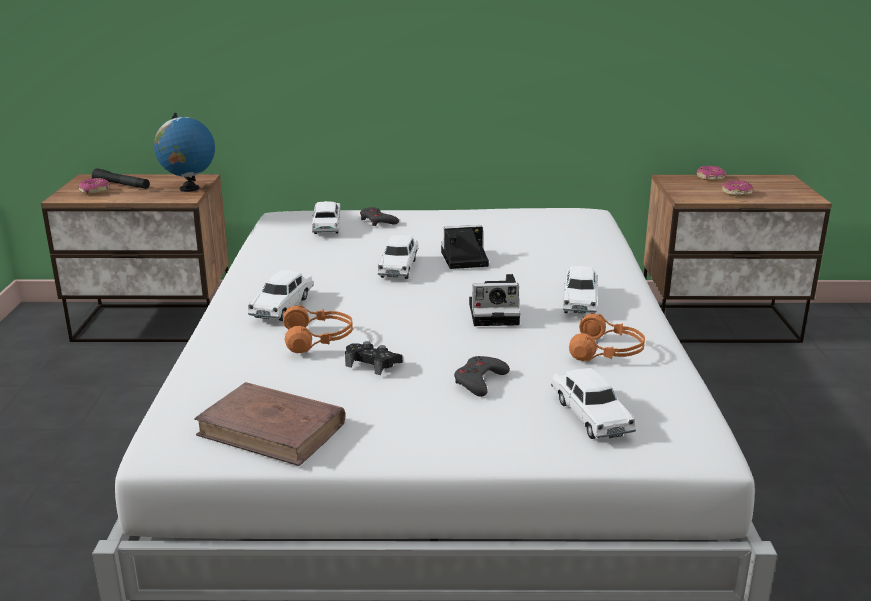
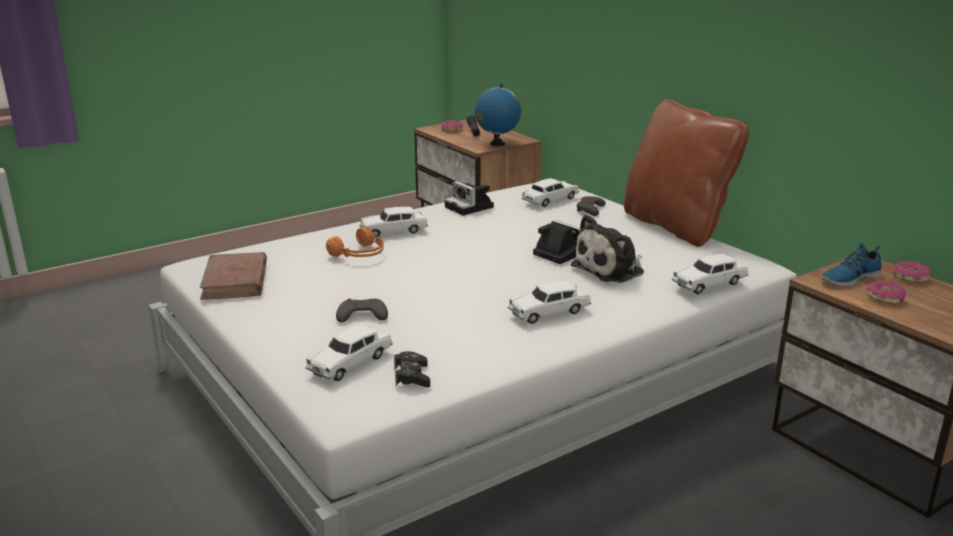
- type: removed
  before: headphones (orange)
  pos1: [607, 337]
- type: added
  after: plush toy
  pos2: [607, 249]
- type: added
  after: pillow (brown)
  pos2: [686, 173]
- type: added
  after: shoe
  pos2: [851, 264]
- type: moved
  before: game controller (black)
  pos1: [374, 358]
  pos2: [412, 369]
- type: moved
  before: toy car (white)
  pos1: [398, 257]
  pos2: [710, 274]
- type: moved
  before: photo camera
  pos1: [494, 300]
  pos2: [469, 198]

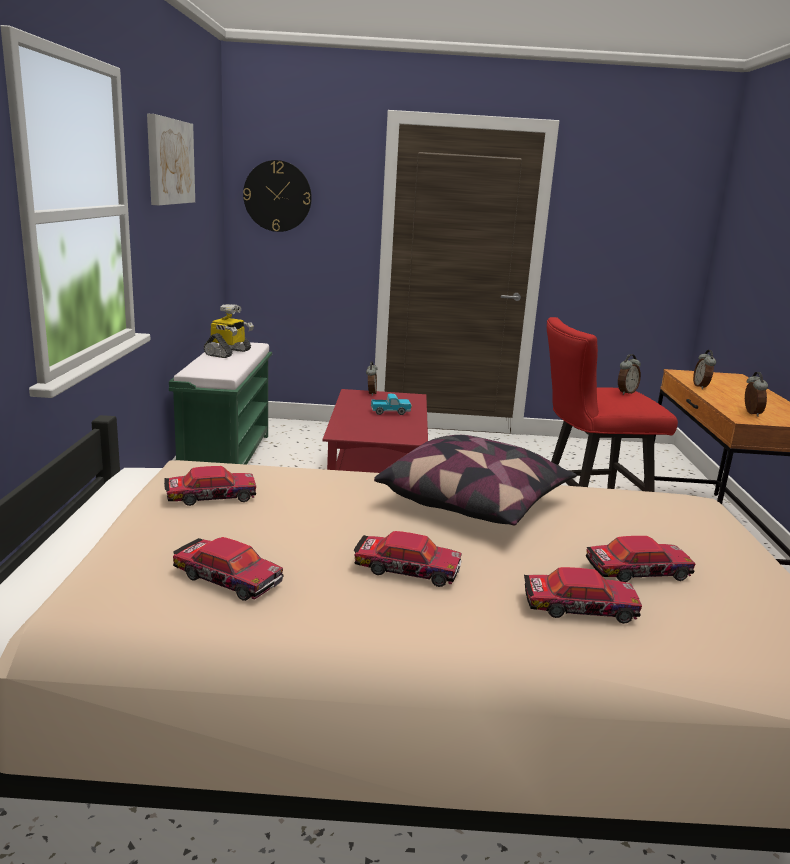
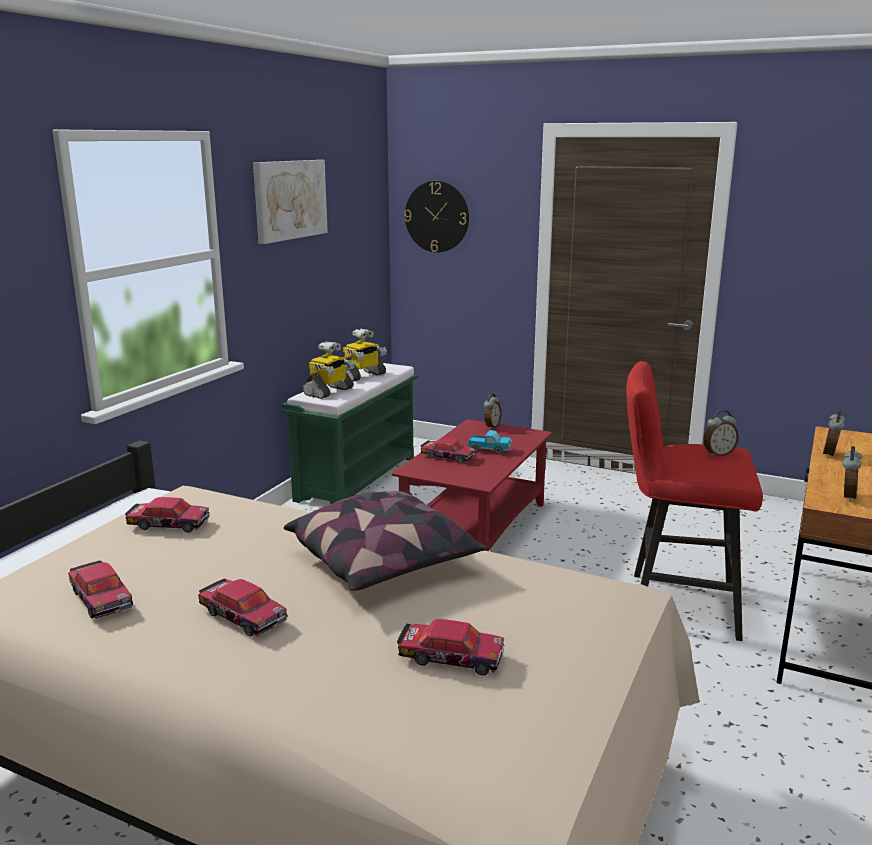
- type: added
  after: toy robot
  pos2: [328, 370]
- type: moved
  before: toy car
  pos1: [583, 595]
  pos2: [448, 451]

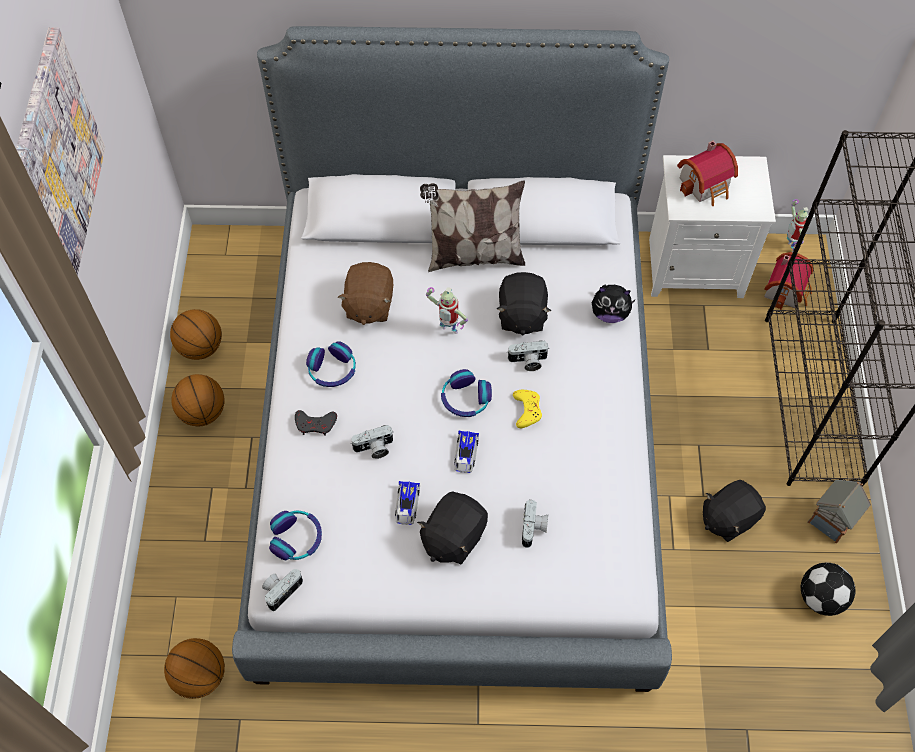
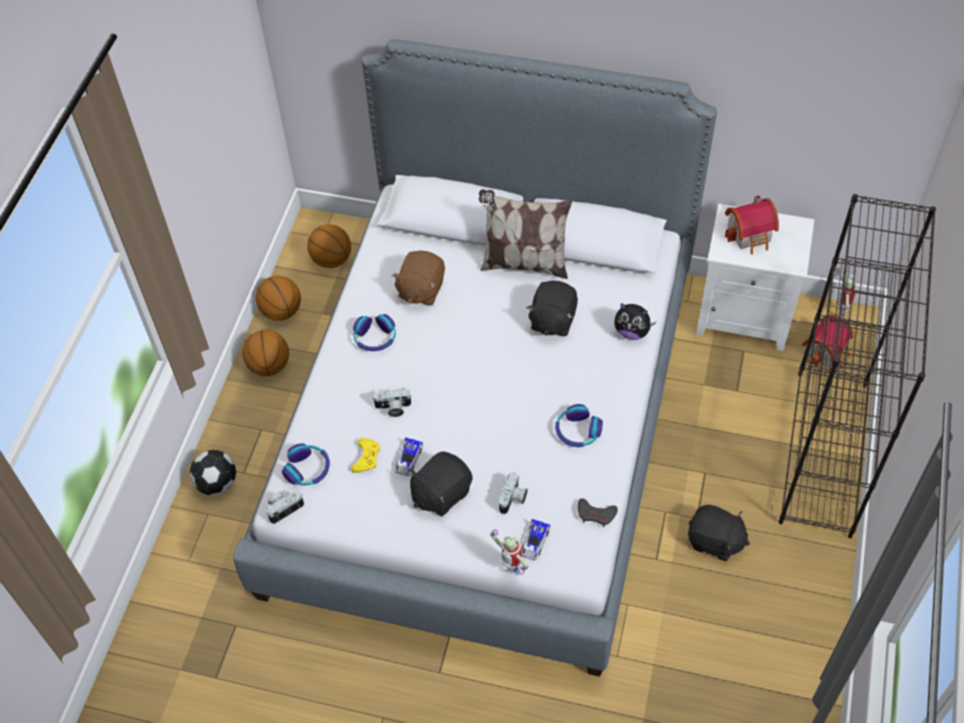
- type: removed
  before: picture
  pos1: [60, 151]
- type: removed
  before: photo camera
  pos1: [527, 355]
- type: removed
  before: toy house
  pos1: [839, 512]
- type: moved
  before: basketball
  pos1: [194, 668]
  pos2: [329, 246]
- type: moved
  before: game controller (grey)
  pos1: [316, 423]
  pos2: [598, 512]
- type: moved
  before: toy robot
  pos1: [447, 310]
  pos2: [509, 552]
- type: moved
  before: headphones
  pos1: [466, 393]
  pos2: [579, 425]
- type: moved
  before: toy car
  pos1: [466, 451]
  pos2: [536, 539]
- type: moved
  before: game controller (yellow)
  pos1: [527, 409]
  pos2: [365, 455]
- type: moved
  before: football
  pos1: [828, 589]
  pos2: [213, 472]
- type: turned
  before: plush toy (black)
  pos1: [734, 511]
  pos2: [719, 533]
  turn: -135

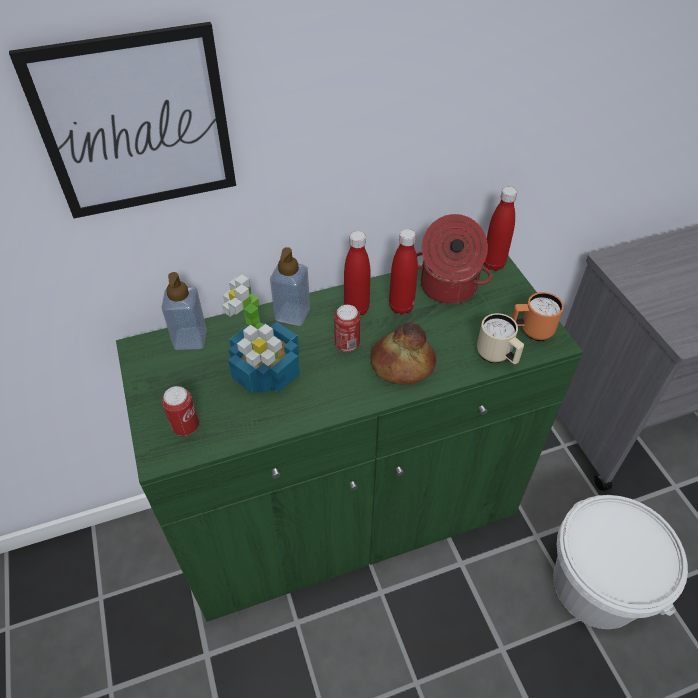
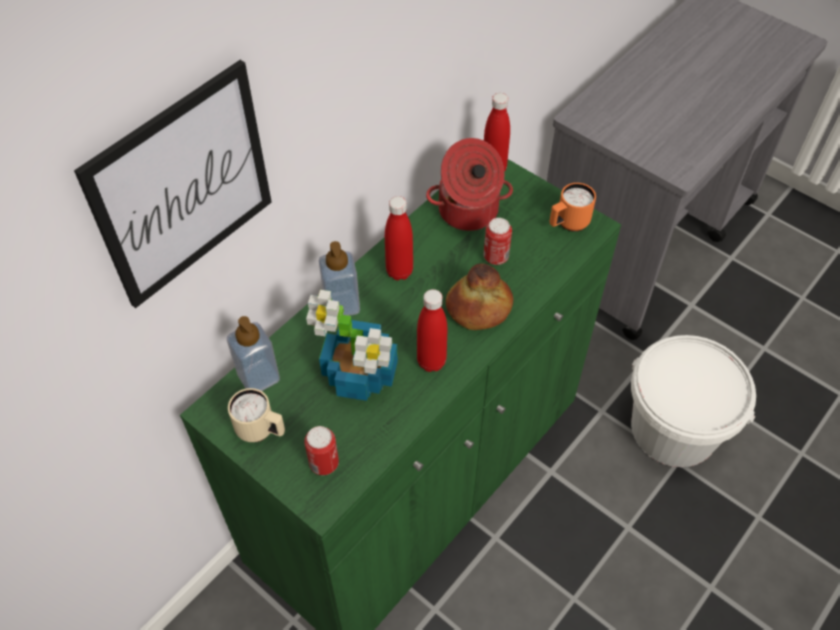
- type: moved
  before: can
  pos1: [347, 328]
  pos2: [498, 241]
- type: moved
  before: bottle (red)
  pos1: [403, 272]
  pos2: [432, 330]
- type: moved
  before: mug (beige)
  pos1: [500, 338]
  pos2: [256, 415]

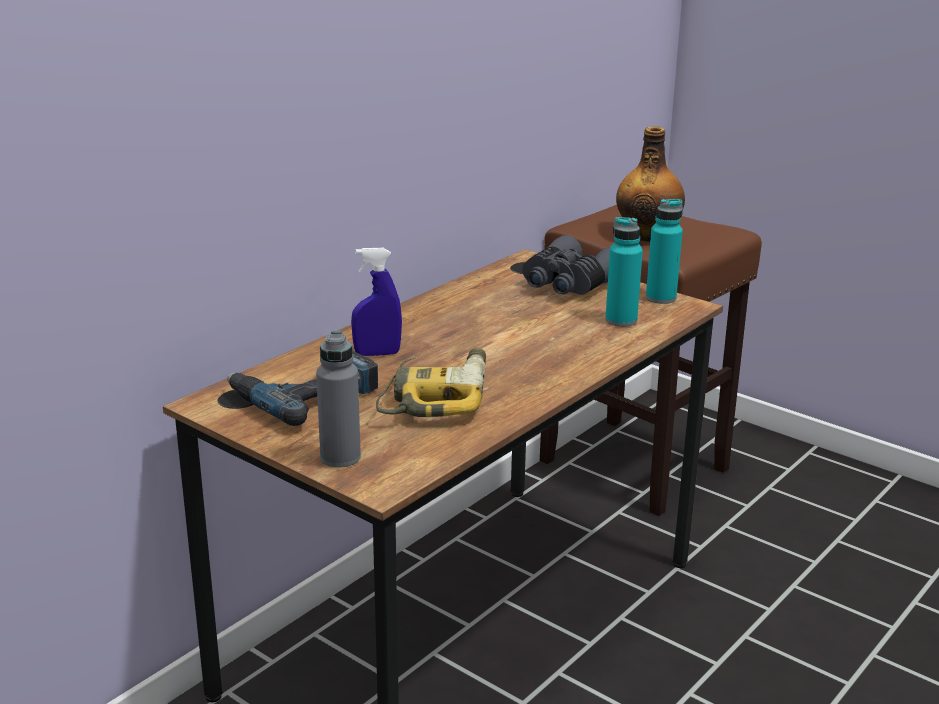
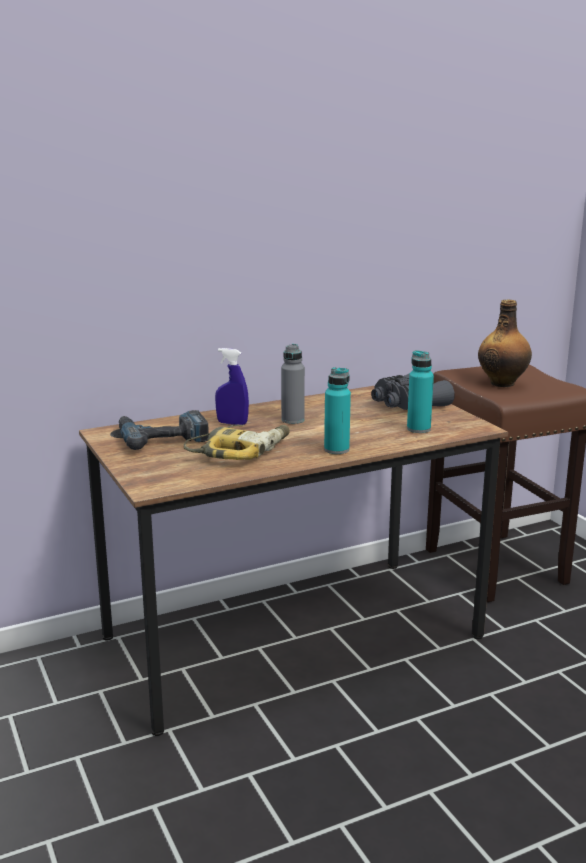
- type: moved
  before: bottle (grey)
  pos1: [338, 399]
  pos2: [293, 384]
- type: moved
  before: bottle (turquoise)
  pos1: [664, 251]
  pos2: [337, 410]

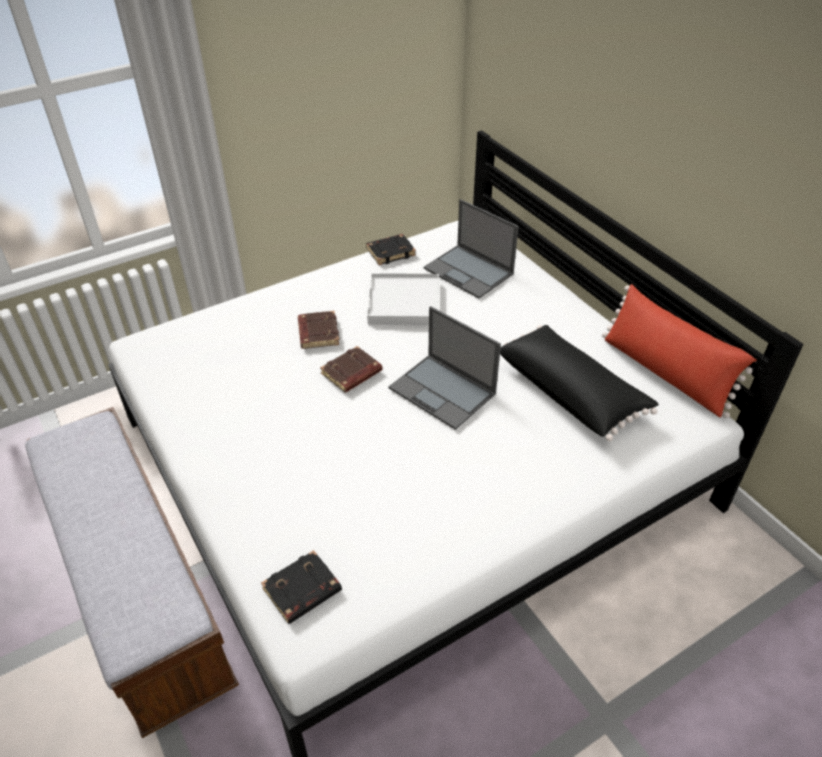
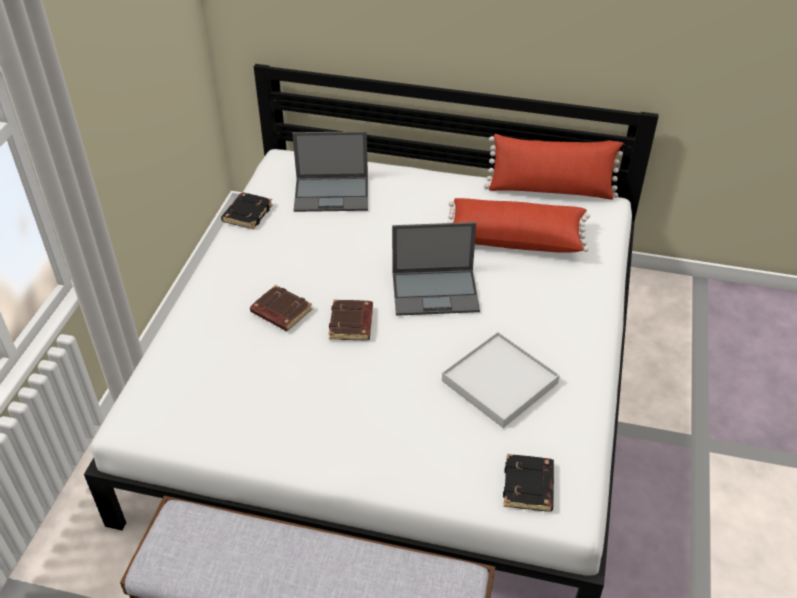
- type: moved
  before: tray (white)
  pos1: [403, 299]
  pos2: [501, 380]
- type: recoloured
  before: pillow (black)
  after: pillow (red)
  pos1: [579, 383]
  pos2: [518, 225]

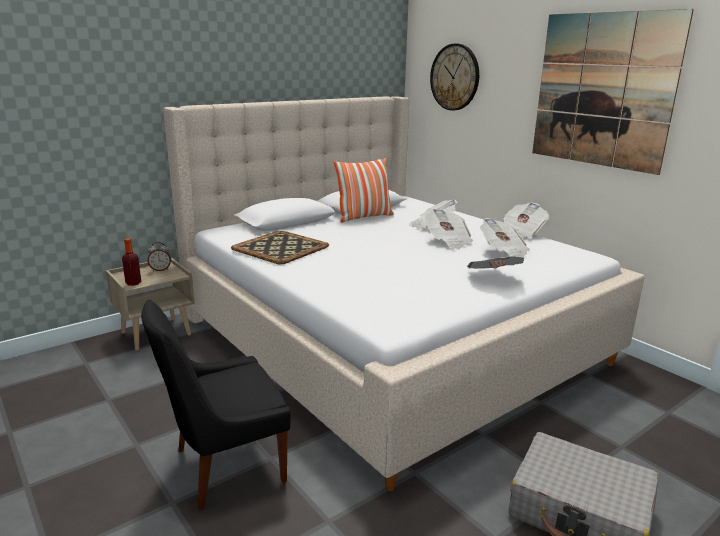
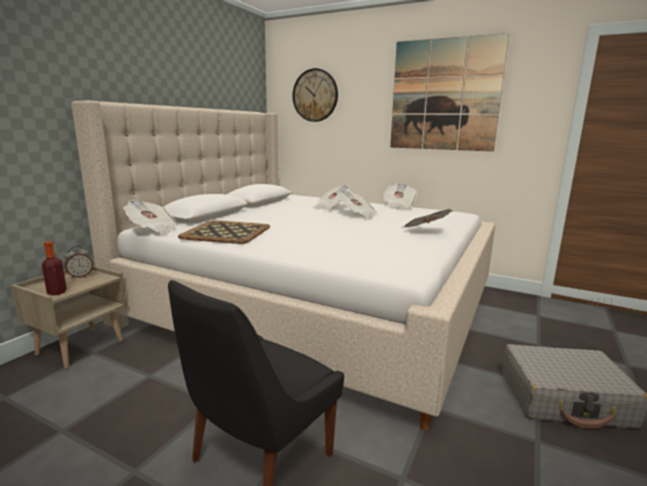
- type: removed
  before: pillow
  pos1: [364, 190]
- type: moved
  before: newspaper
  pos1: [505, 238]
  pos2: [151, 217]

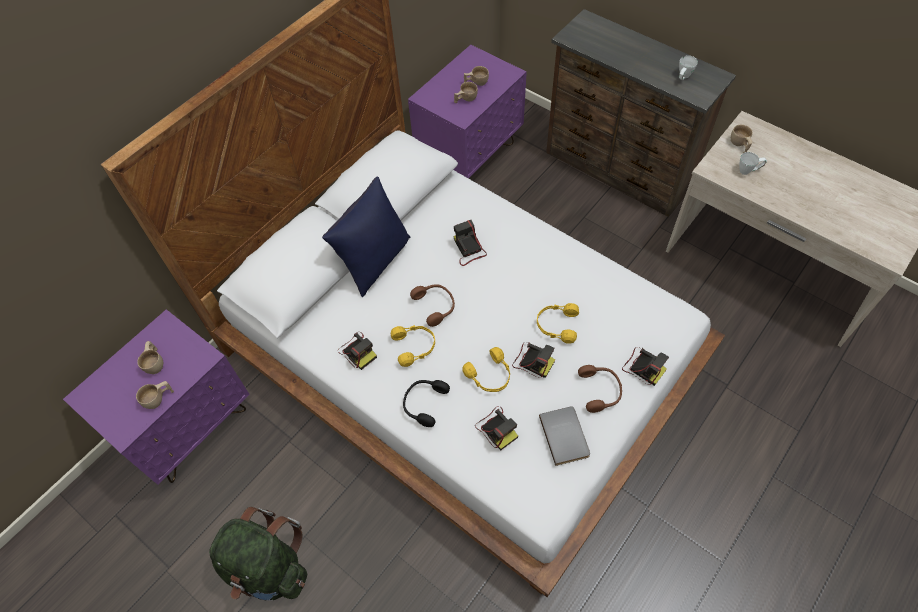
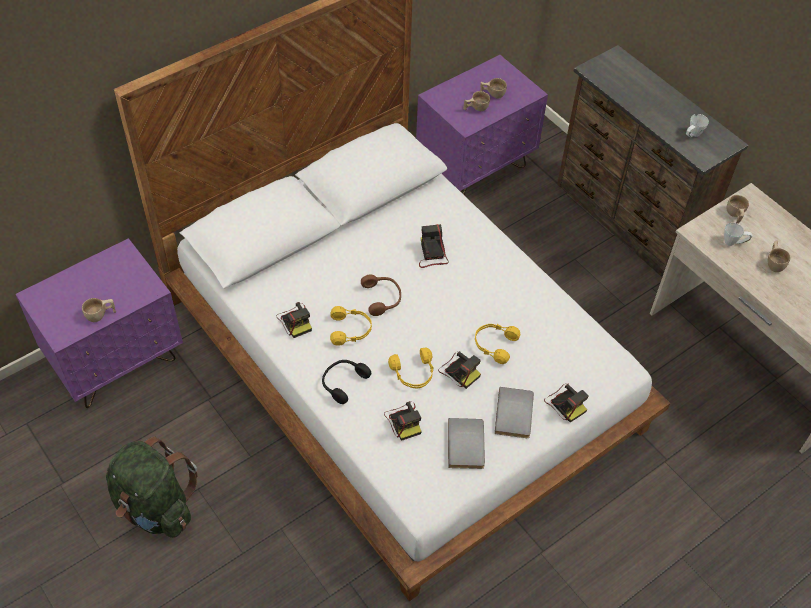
- type: removed
  before: pillow (blue)
  pos1: [366, 236]
- type: moved
  before: cup (beige)
  pos1: [150, 357]
  pos2: [779, 256]
- type: replaced
  before: headphones (brown)
  after: book (grey)
  pos1: [600, 389]
  pos2: [514, 412]

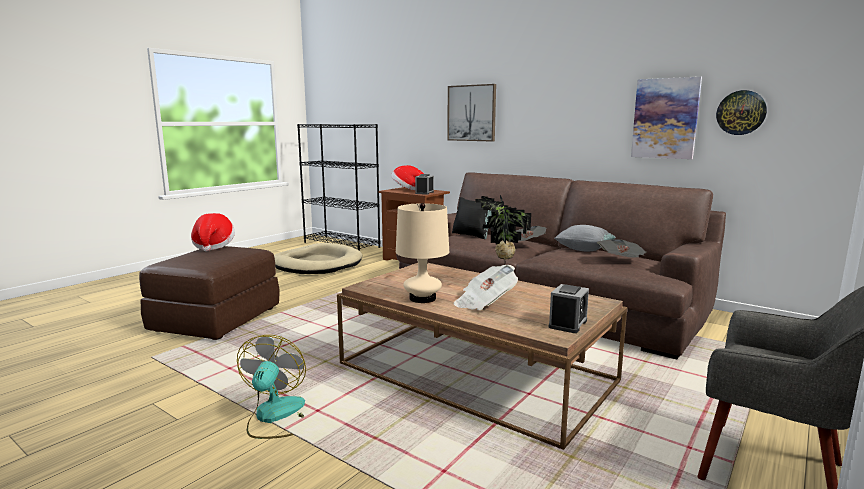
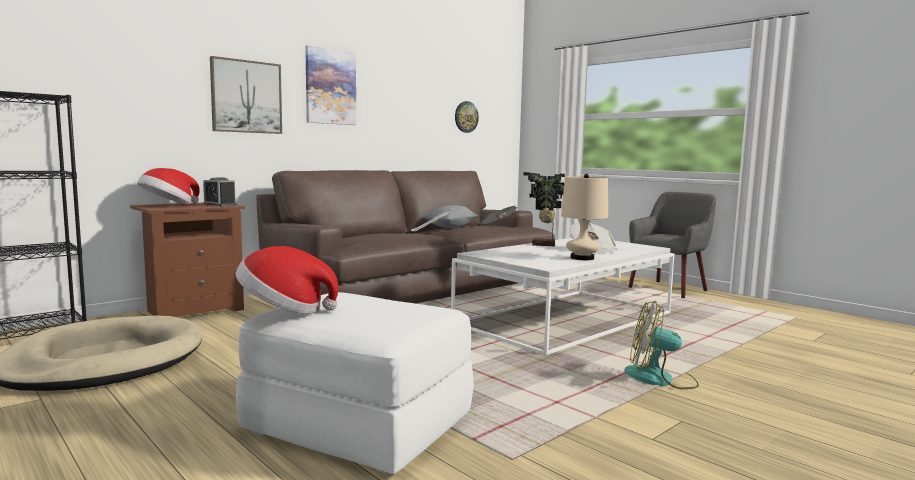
- type: removed
  before: pillow (black)
  pos1: [471, 218]
- type: removed
  before: alarm clock
  pos1: [569, 308]
- type: moved
  before: picture
  pos1: [666, 118]
  pos2: [330, 85]
- type: recoloured
  before: ottoman (brown)
  after: ottoman (white)
  pos1: [209, 293]
  pos2: [355, 383]
- type: recoloured
  before: coffee table (brown)
  after: coffee table (white)
  pos1: [482, 356]
  pos2: [562, 296]

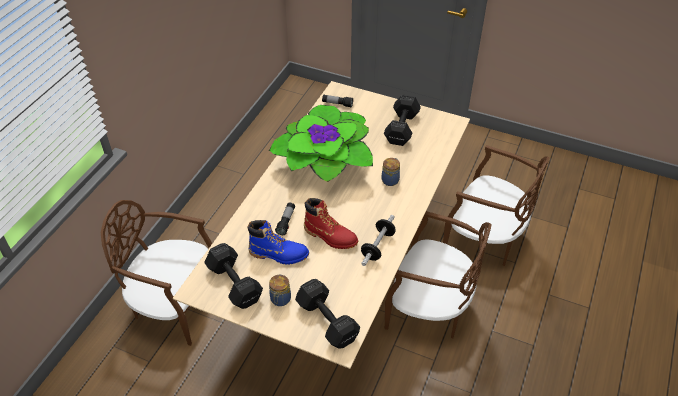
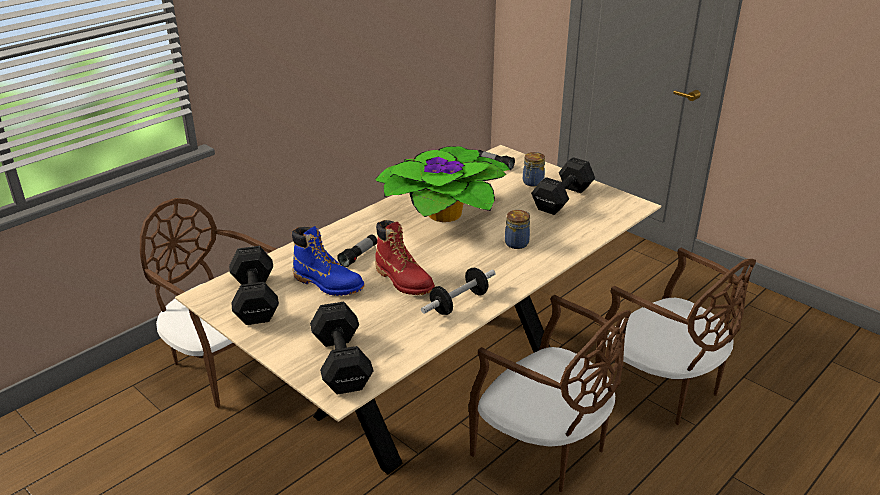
- type: moved
  before: jar
  pos1: [280, 290]
  pos2: [534, 169]

